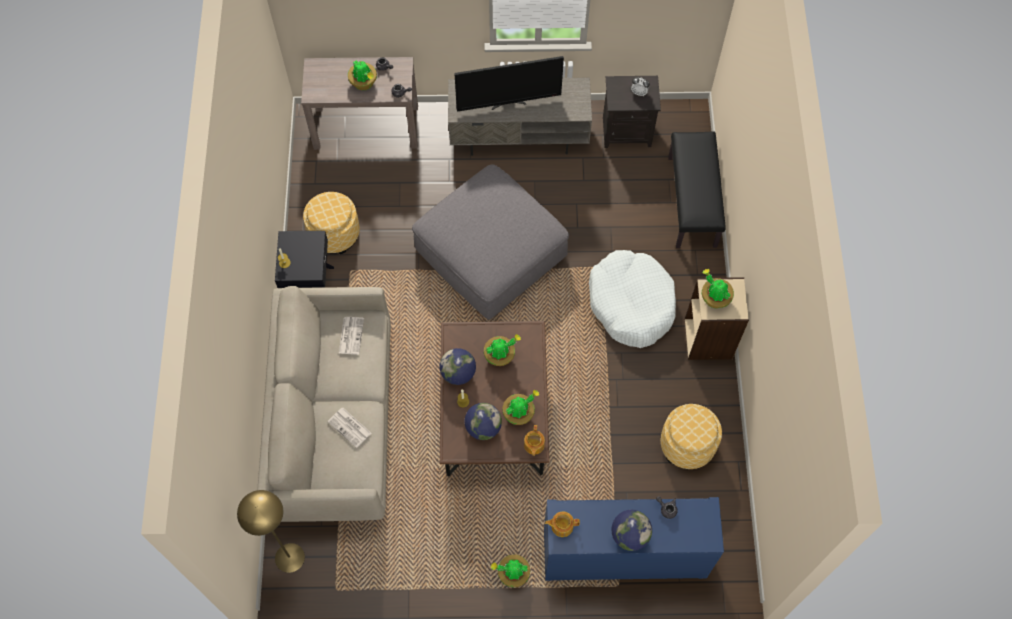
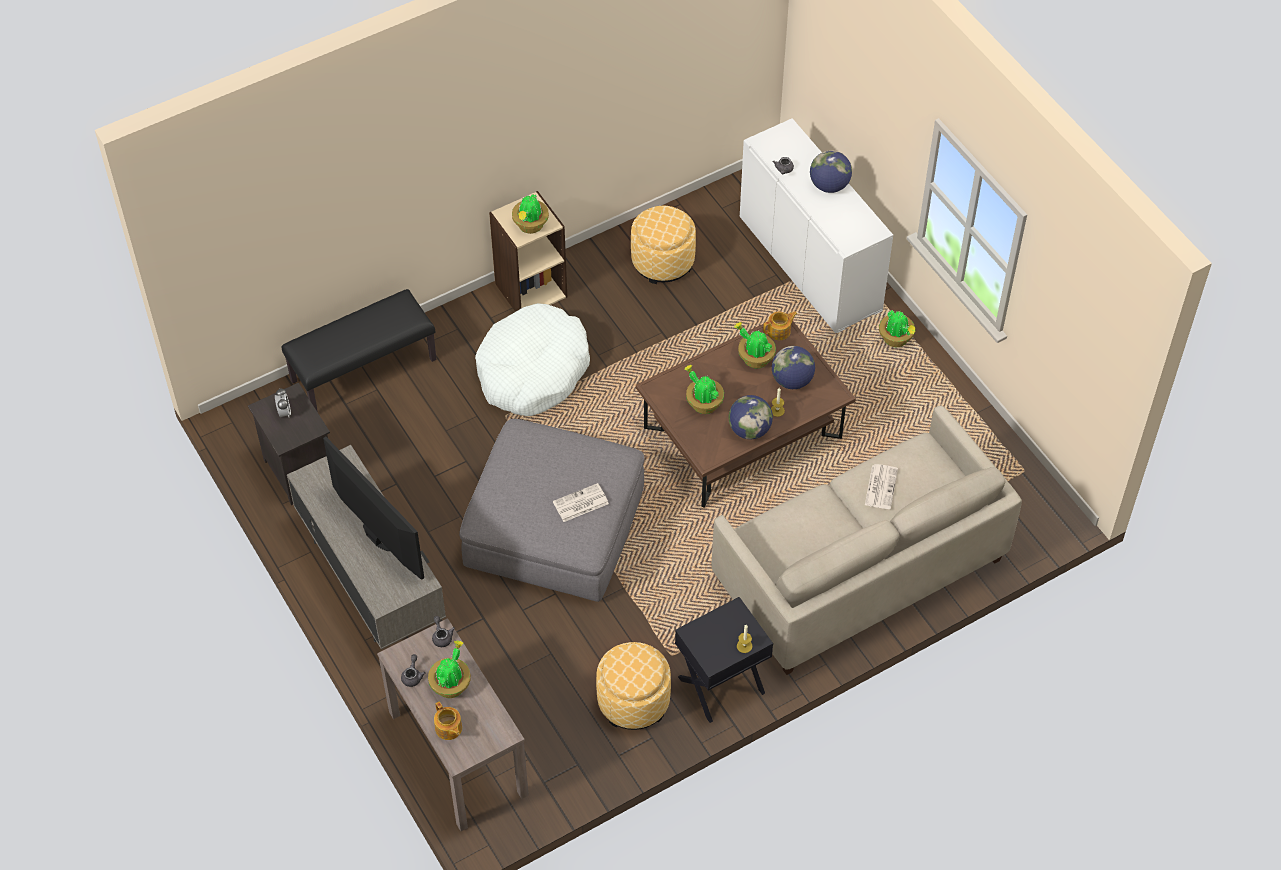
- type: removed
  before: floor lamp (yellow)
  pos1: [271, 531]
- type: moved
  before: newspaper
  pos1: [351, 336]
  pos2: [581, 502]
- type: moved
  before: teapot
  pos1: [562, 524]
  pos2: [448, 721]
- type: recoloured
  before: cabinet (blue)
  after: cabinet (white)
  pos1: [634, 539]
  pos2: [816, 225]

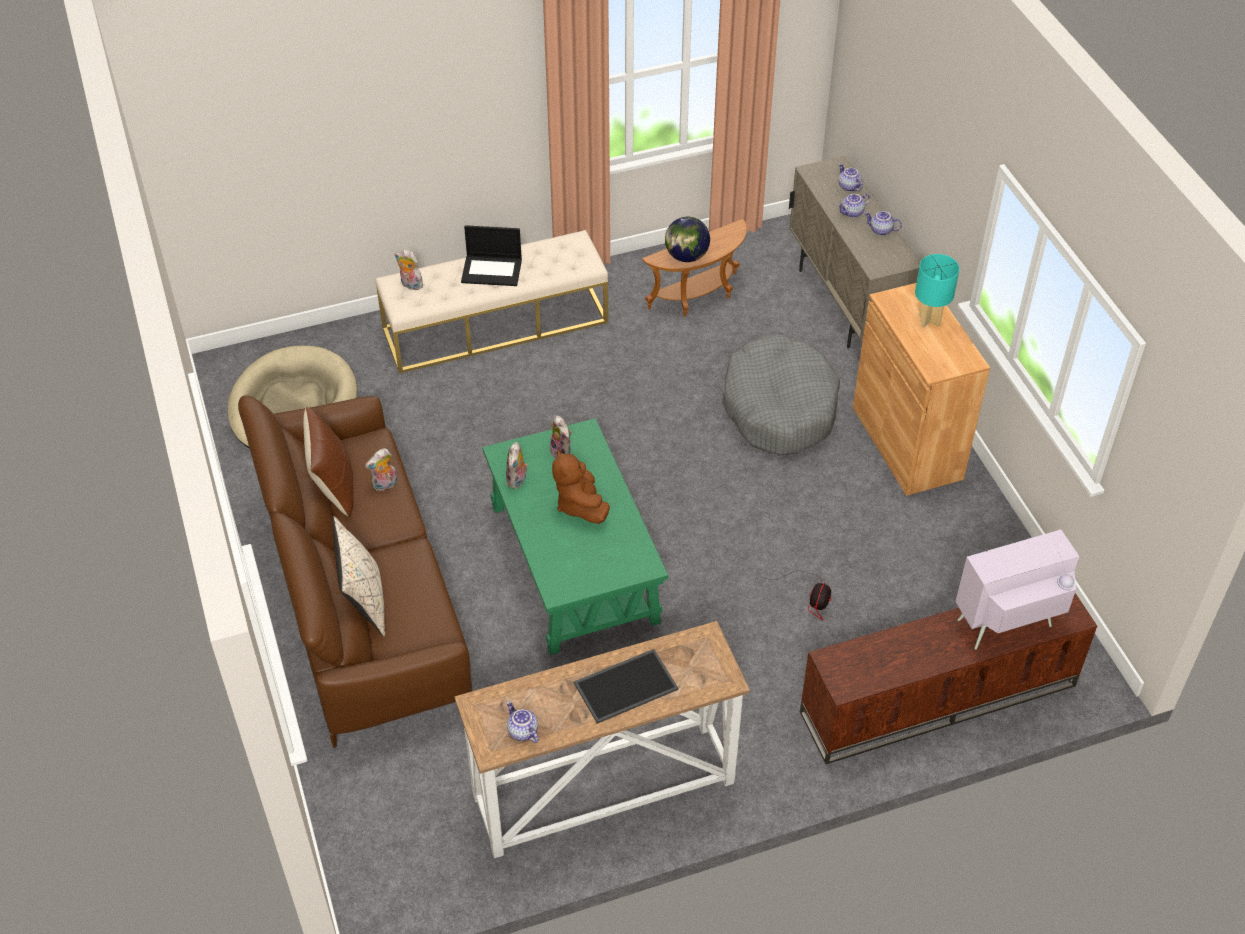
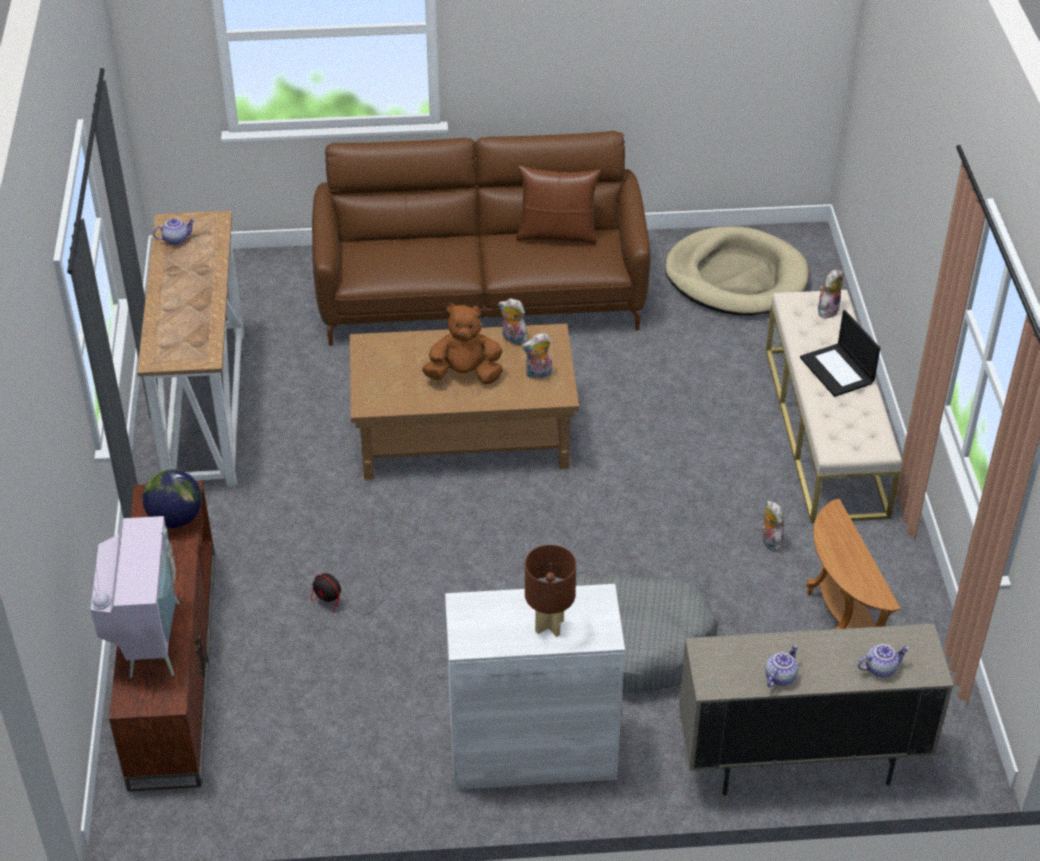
- type: removed
  before: pillow (beige)
  pos1: [359, 576]
- type: removed
  before: tray
  pos1: [626, 686]
- type: removed
  before: teapot
  pos1: [853, 205]
- type: moved
  before: plush toy
  pos1: [381, 469]
  pos2: [772, 526]
- type: moved
  before: globe
  pos1: [687, 239]
  pos2: [172, 498]
- type: recoloured
  before: coffee table (green)
  after: coffee table (brown)
  pos1: [575, 536]
  pos2: [464, 402]
- type: recoloured
  before: cabinet (brown)
  after: cabinet (white)
  pos1: [921, 389]
  pos2: [535, 687]
- type: recoloured
  before: table lamp (turquoise)
  after: table lamp (brown)
  pos1: [937, 290]
  pos2: [550, 591]
- type: turned
  before: laptop
  pos1: [491, 255]
  pos2: [840, 353]
  turn: -45

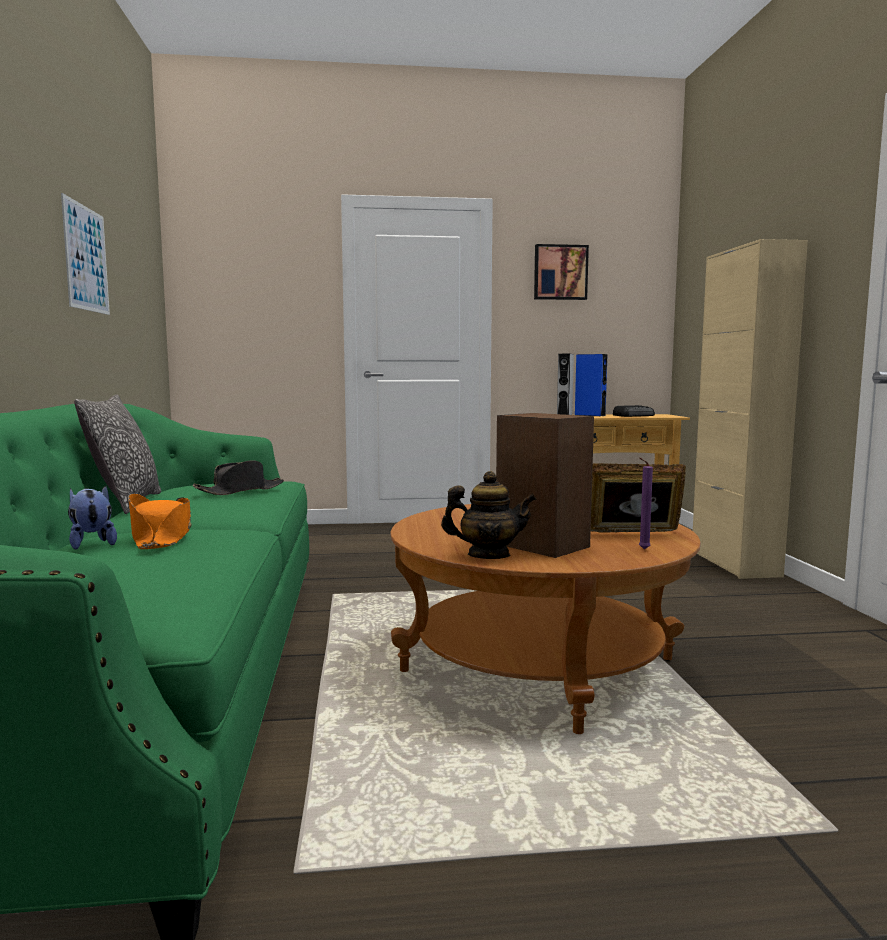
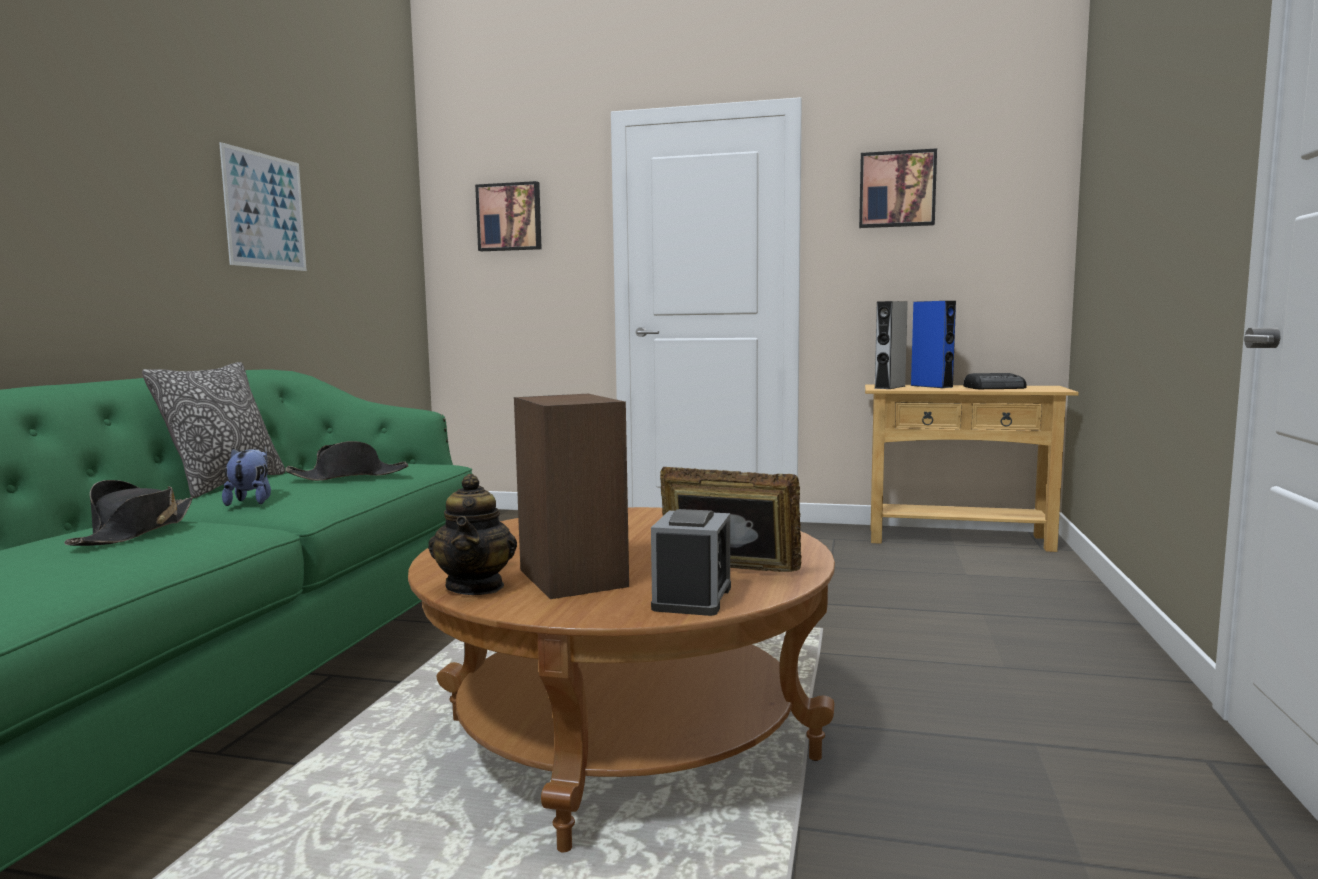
- type: removed
  before: cabinet (beige)
  pos1: [750, 409]
- type: added
  after: picture
  pos2: [508, 216]
- type: moved
  before: plush toy
  pos1: [92, 517]
  pos2: [246, 476]
- type: replaced
  before: candle (purple)
  after: alarm clock
  pos1: [646, 504]
  pos2: [691, 562]
- type: recoloured
  before: hat (orange)
  after: hat (black)
  pos1: [160, 521]
  pos2: [128, 513]
- type: turned
  before: teapot
  pos1: [488, 515]
  pos2: [472, 534]
  turn: 60

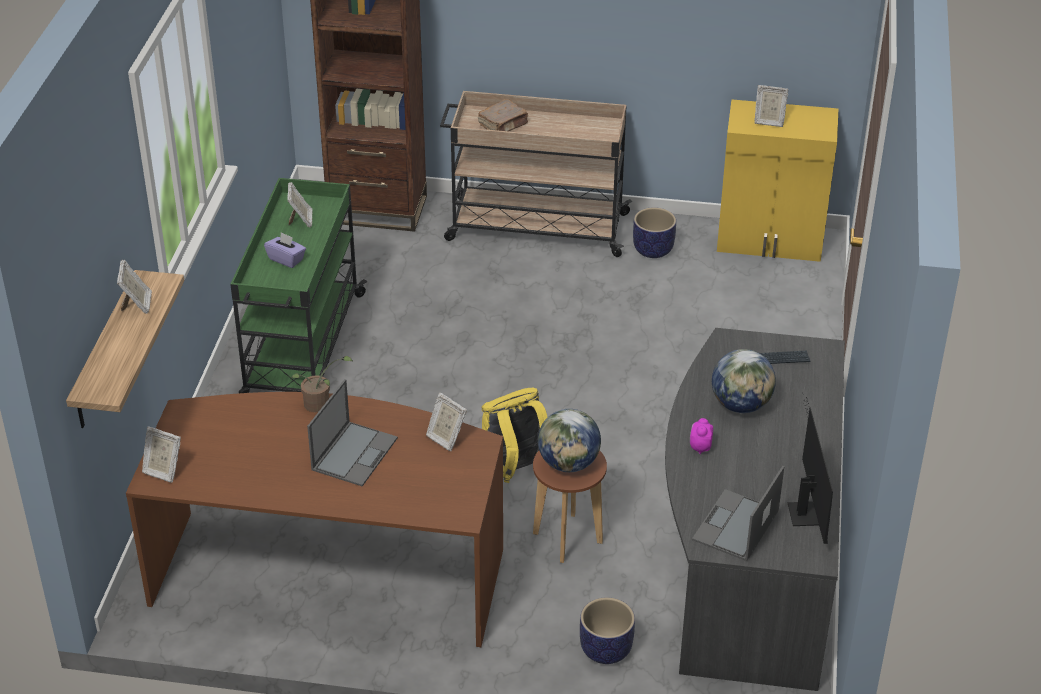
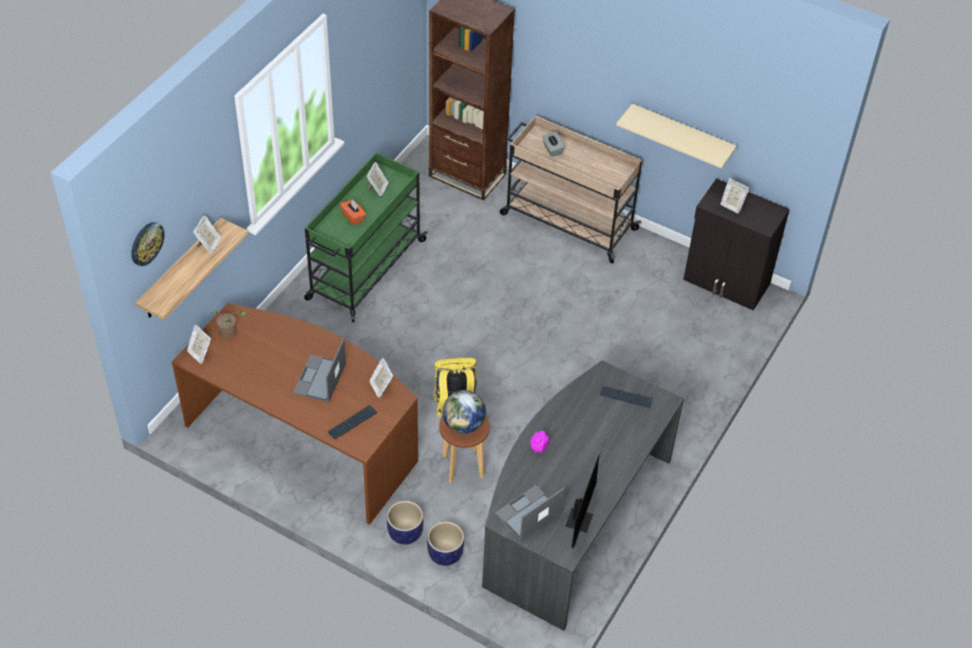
- type: removed
  before: globe
  pos1: [744, 381]
- type: added
  after: wall clock
  pos2: [148, 244]
- type: added
  after: keyboard
  pos2: [352, 422]
- type: added
  after: shelf (beige)
  pos2: [676, 136]
- type: moved
  before: potted plant
  pos1: [322, 384]
  pos2: [229, 324]
- type: moved
  before: planter
  pos1: [654, 232]
  pos2: [405, 522]
- type: replaced
  before: book (brown)
  after: tissue box (grey)
  pos1: [503, 115]
  pos2: [553, 144]
- type: recoloured
  before: tissue box (purple)
  after: tissue box (orange)
  pos1: [285, 250]
  pos2: [353, 212]
- type: recoloured
  before: cabinet (yellow)
  after: cabinet (black)
  pos1: [777, 180]
  pos2: [736, 244]
- type: turned
  before: laptop
  pos1: [352, 432]
  pos2: [319, 370]
  turn: 150

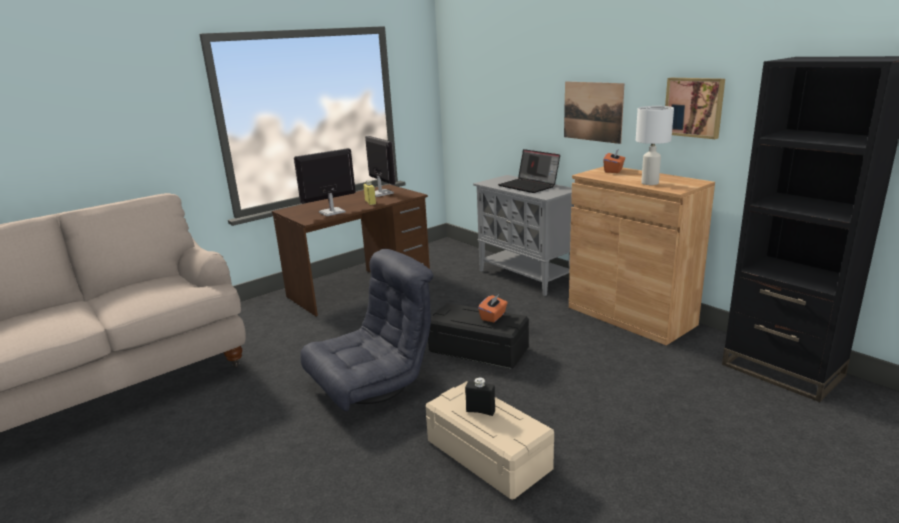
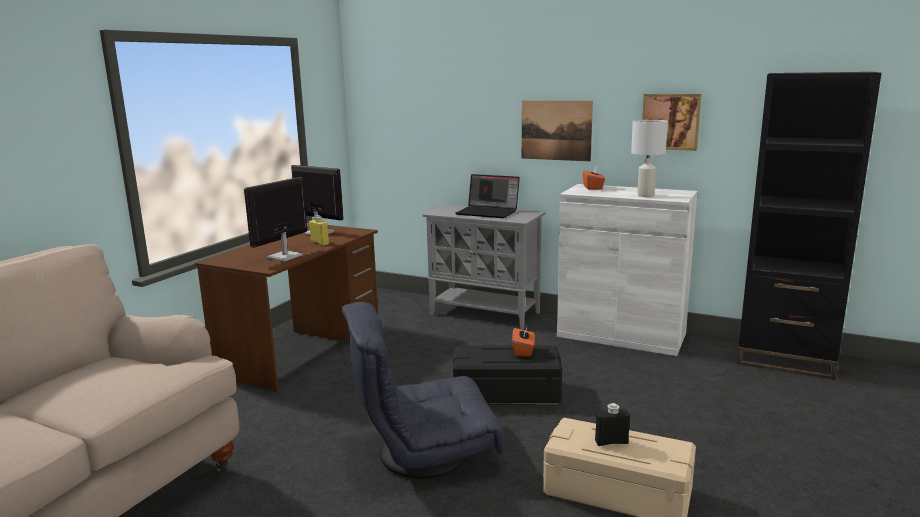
- type: recoloured
  before: cabinet (brown)
  after: cabinet (white)
  pos1: [642, 256]
  pos2: [627, 270]
- type: turned
  before: armchair (grey)
  pos1: [366, 330]
  pos2: [423, 390]
  turn: -135

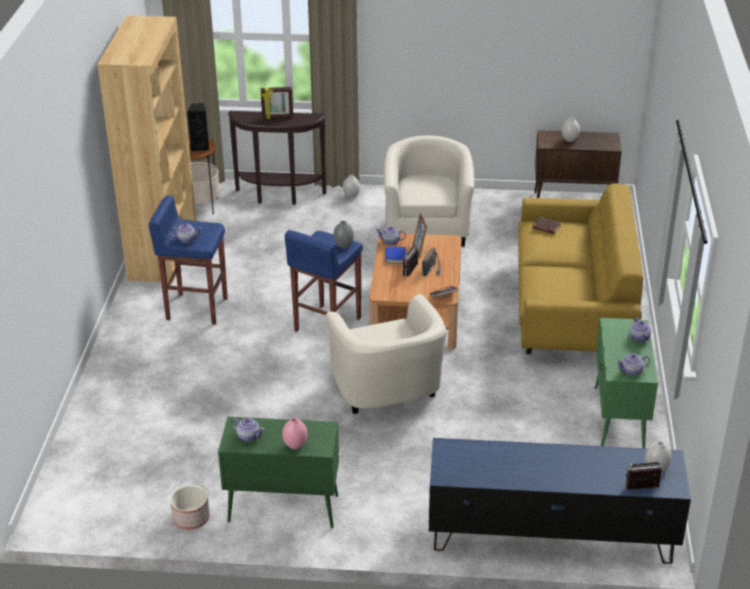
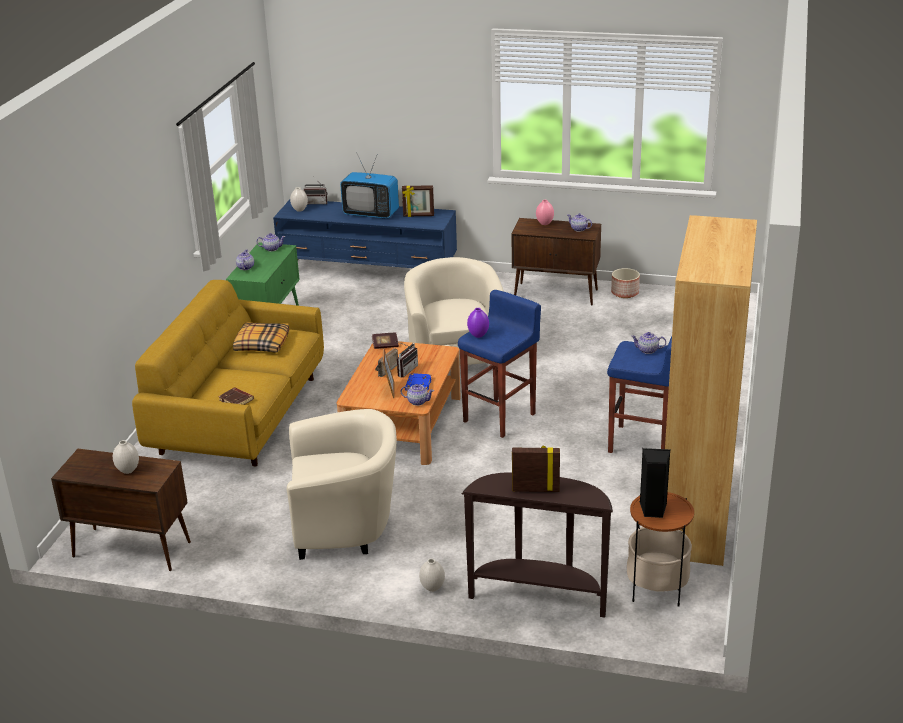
- type: added
  after: pillow
  pos2: [261, 337]
- type: added
  after: television
  pos2: [369, 185]
- type: added
  after: picture frame
  pos2: [418, 201]
- type: recoloured
  before: cabinet (green)
  after: cabinet (brown)
  pos1: [278, 472]
  pos2: [556, 262]
- type: recoloured
  before: vase (grey)
  after: vase (purple)
  pos1: [343, 234]
  pos2: [478, 323]
- type: turned
  before: armchair (beige)
  pos1: [429, 191]
  pos2: [342, 484]
  turn: -105

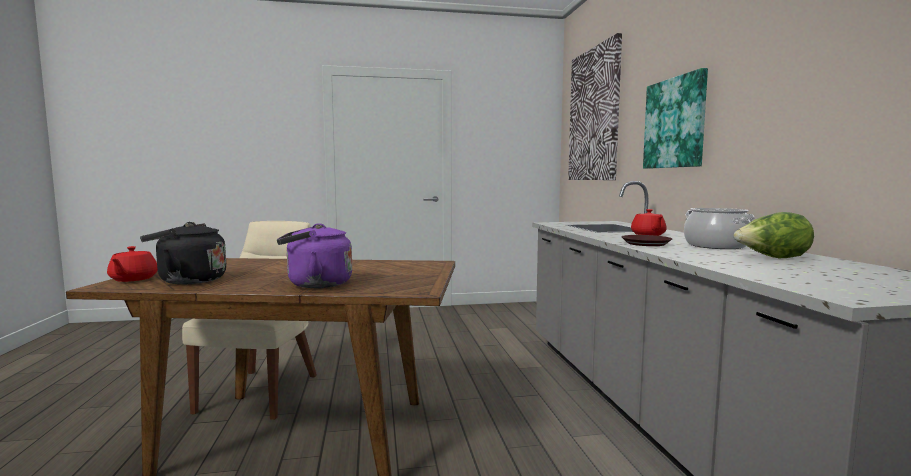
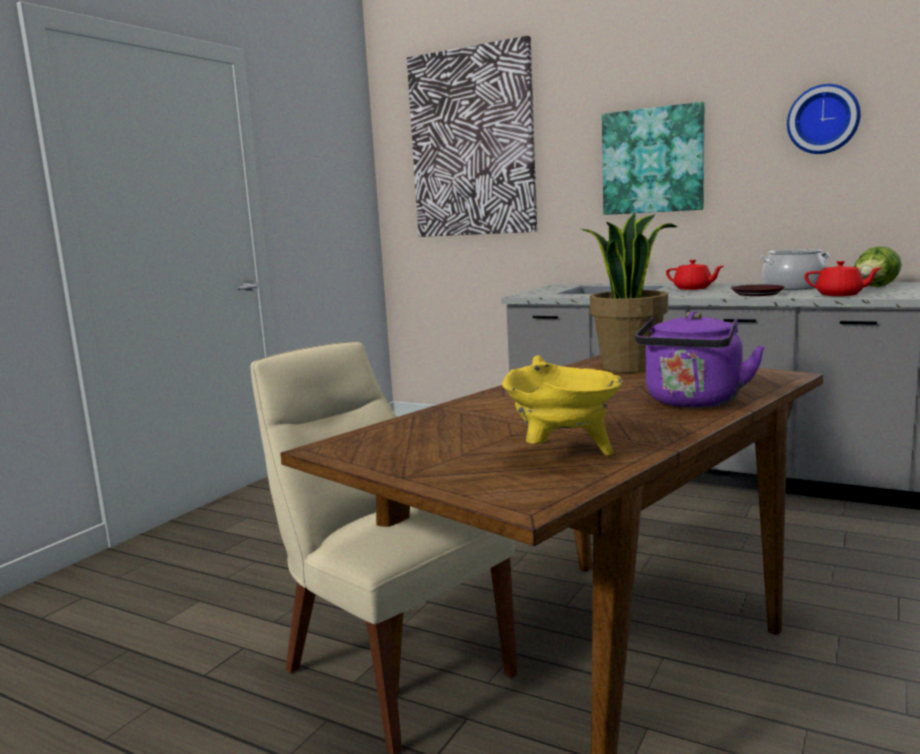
- type: added
  after: potted plant
  pos2: [629, 293]
- type: added
  after: wall clock
  pos2: [824, 119]
- type: moved
  before: teapot (red)
  pos1: [132, 264]
  pos2: [843, 278]
- type: replaced
  before: kettle (black)
  after: cooking pot (yellow)
  pos1: [183, 253]
  pos2: [562, 405]

